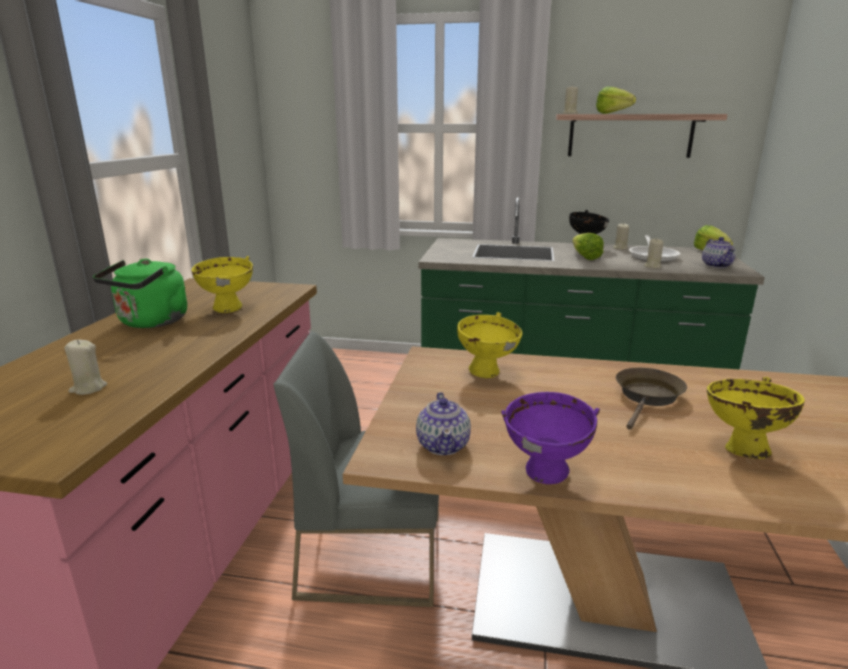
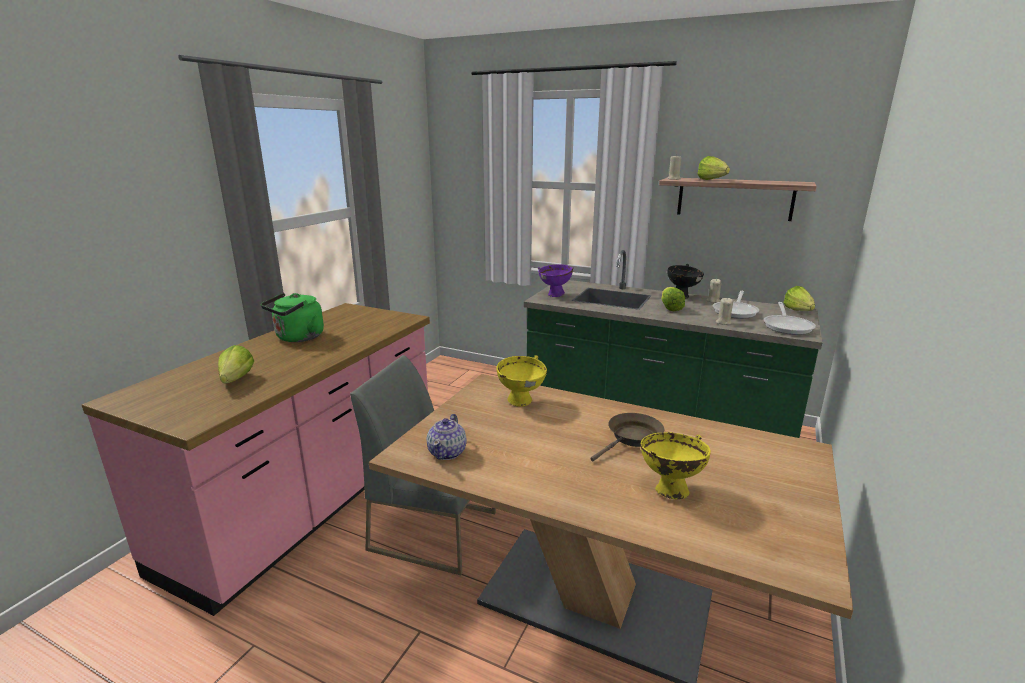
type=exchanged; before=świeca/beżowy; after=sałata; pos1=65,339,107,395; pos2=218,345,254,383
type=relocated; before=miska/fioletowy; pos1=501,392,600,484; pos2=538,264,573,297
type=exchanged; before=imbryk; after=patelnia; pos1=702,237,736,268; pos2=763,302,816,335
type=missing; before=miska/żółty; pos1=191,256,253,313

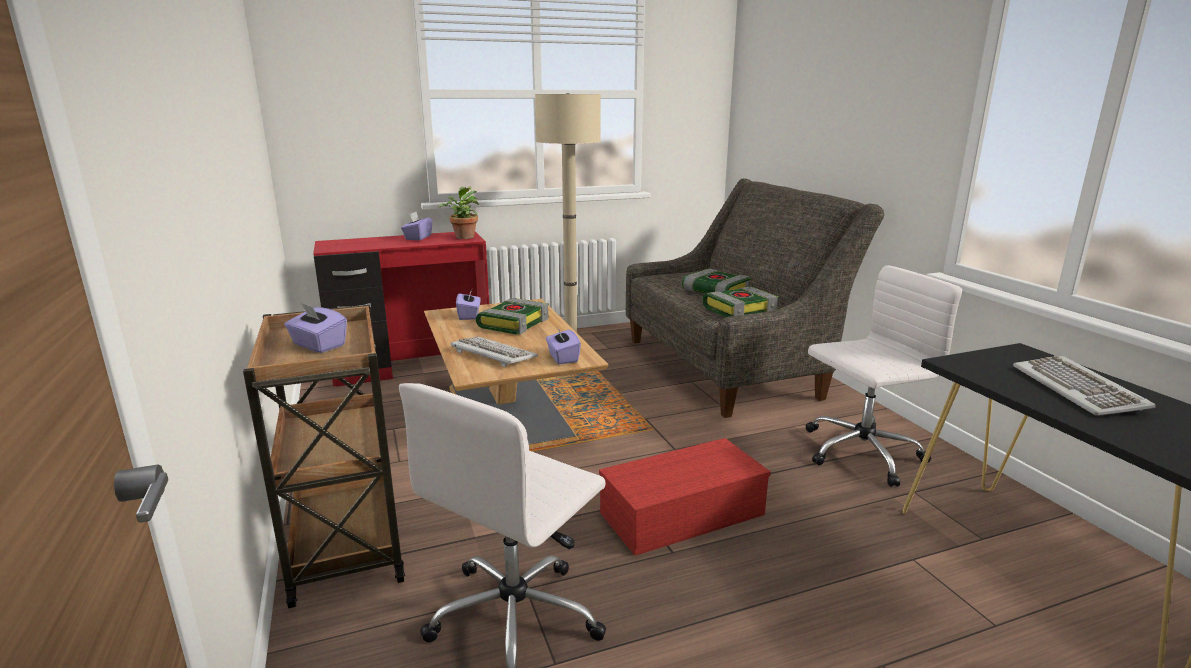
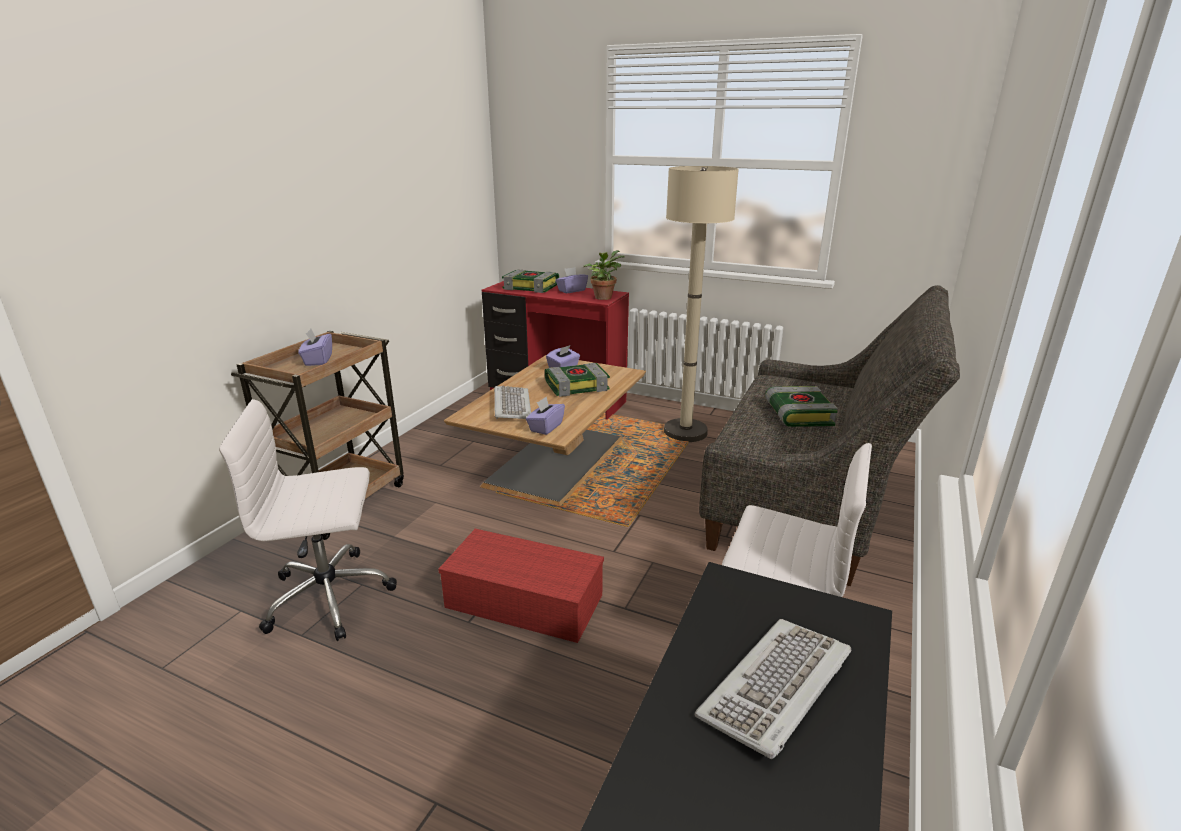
type=relocated; before=książka; pos1=703,287,779,317; pos2=502,269,559,293

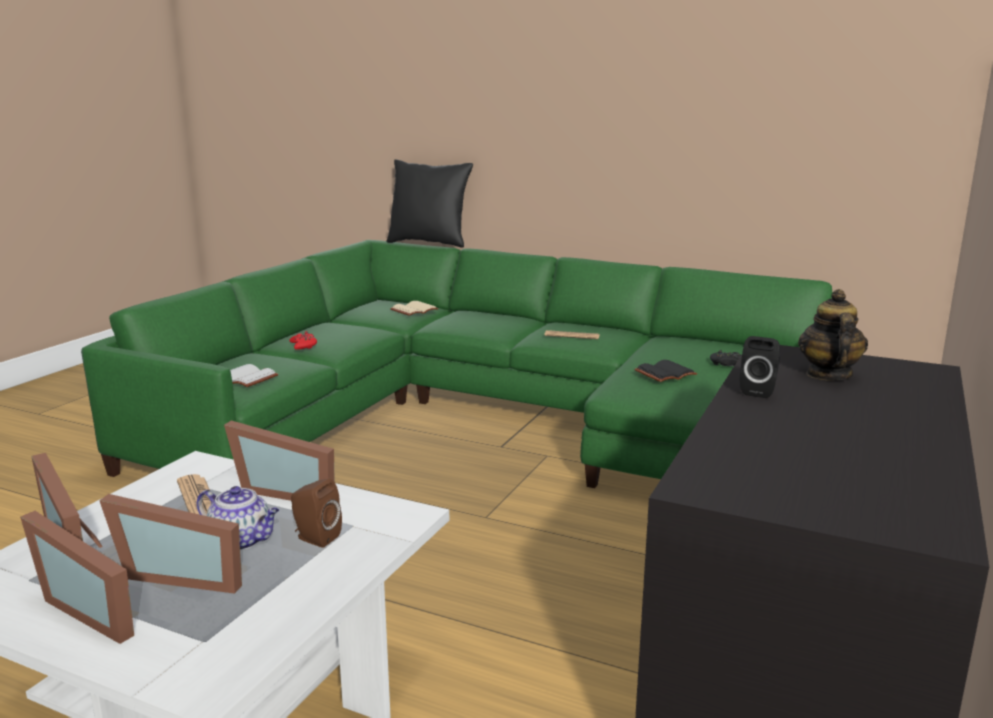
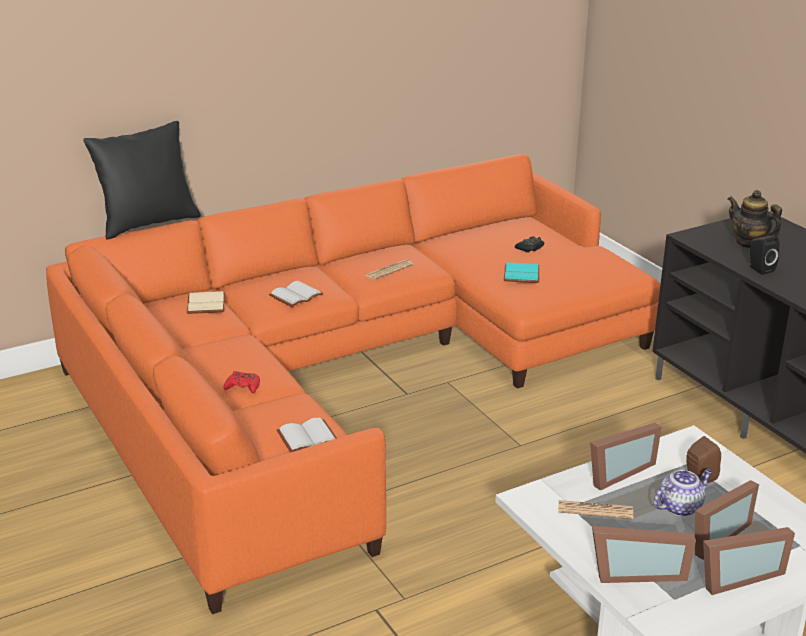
type=colour; before=kanapa/zielony; after=kanapa/pomarańczowy; pos1=81,240,832,488; pos2=46,154,661,614
type=appeared; after=książka/biały; pos2=269,281,323,307
type=colour; before=książka/czarny; after=książka/turkusowy; pos1=634,360,697,382; pos2=504,262,540,283

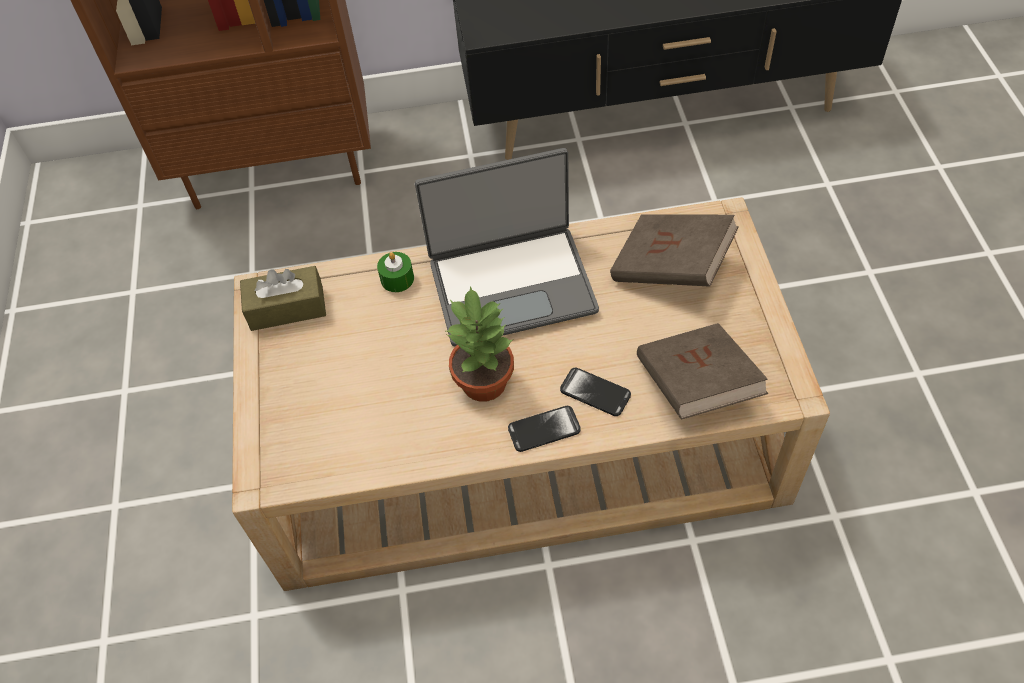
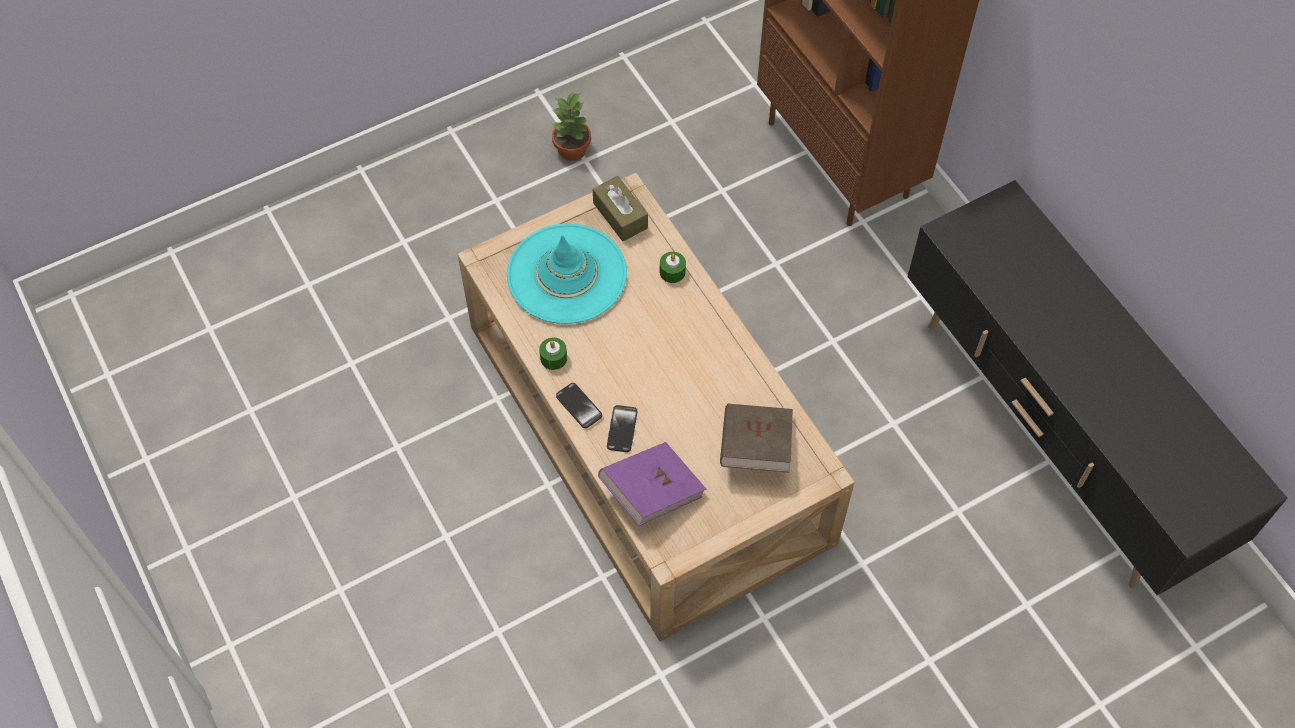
type=appeared; after=kapelusz/turkusowy; pos2=507,223,627,324
type=appeared; after=świeca/zielony; pos2=539,338,567,370
type=relocated; before=roślina doniczkowa; pos1=446,286,514,402; pos2=552,91,591,161
type=colour; before=książka/brązowy; after=książka/fioletowy; pos1=637,323,768,419; pos2=598,442,706,526
type=missing; before=laptop; pos1=415,148,599,346

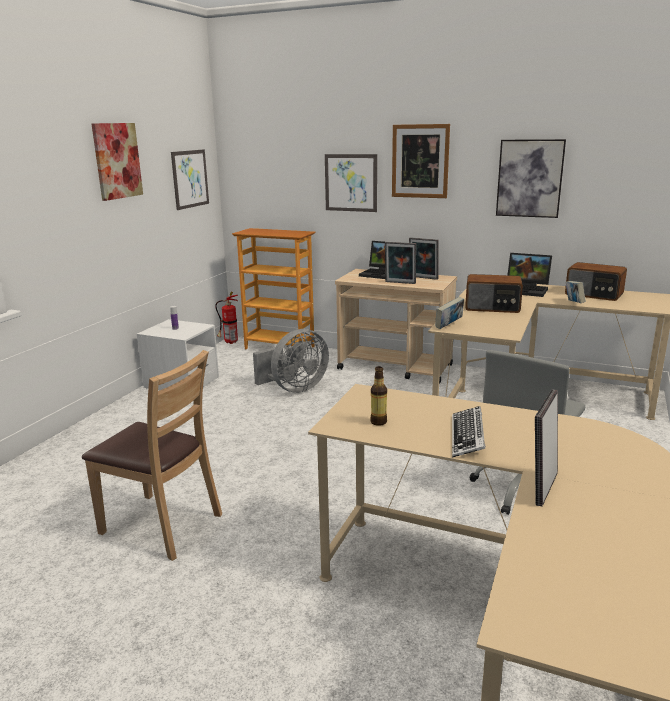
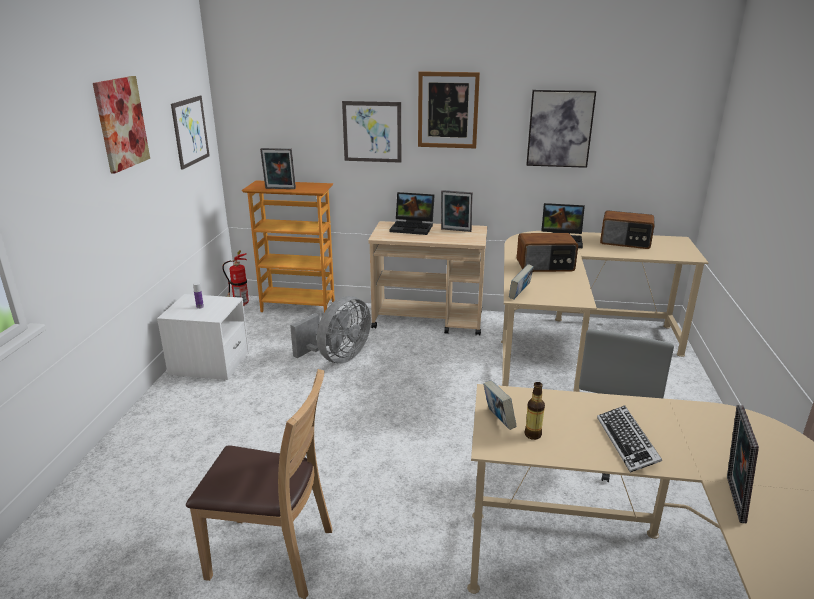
type=relocated; before=ramka na zdjęcie; pos1=385,242,416,284; pos2=260,148,296,189
type=relocated; before=książka; pos1=566,281,586,303; pos2=483,380,517,430

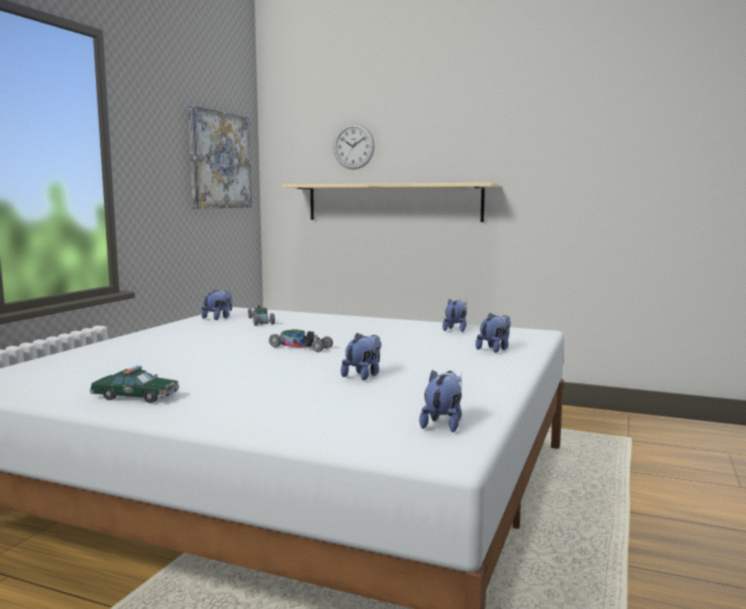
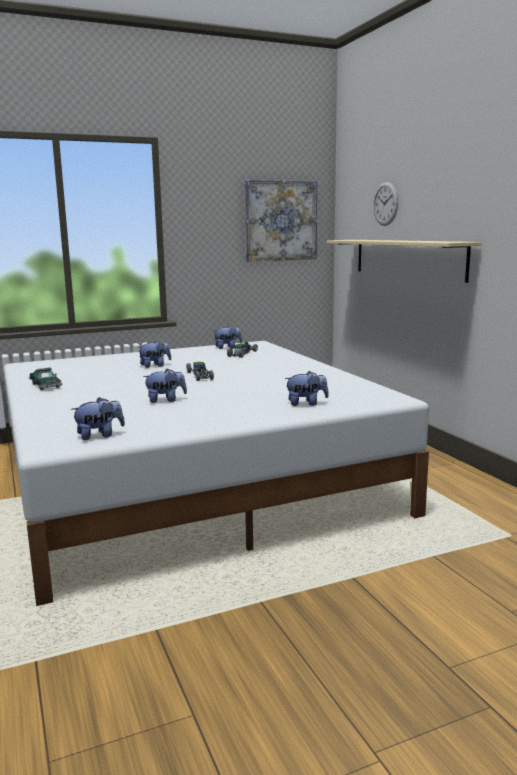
type=relocated; before=pluszak; pos1=442,298,467,332; pos2=138,341,171,368

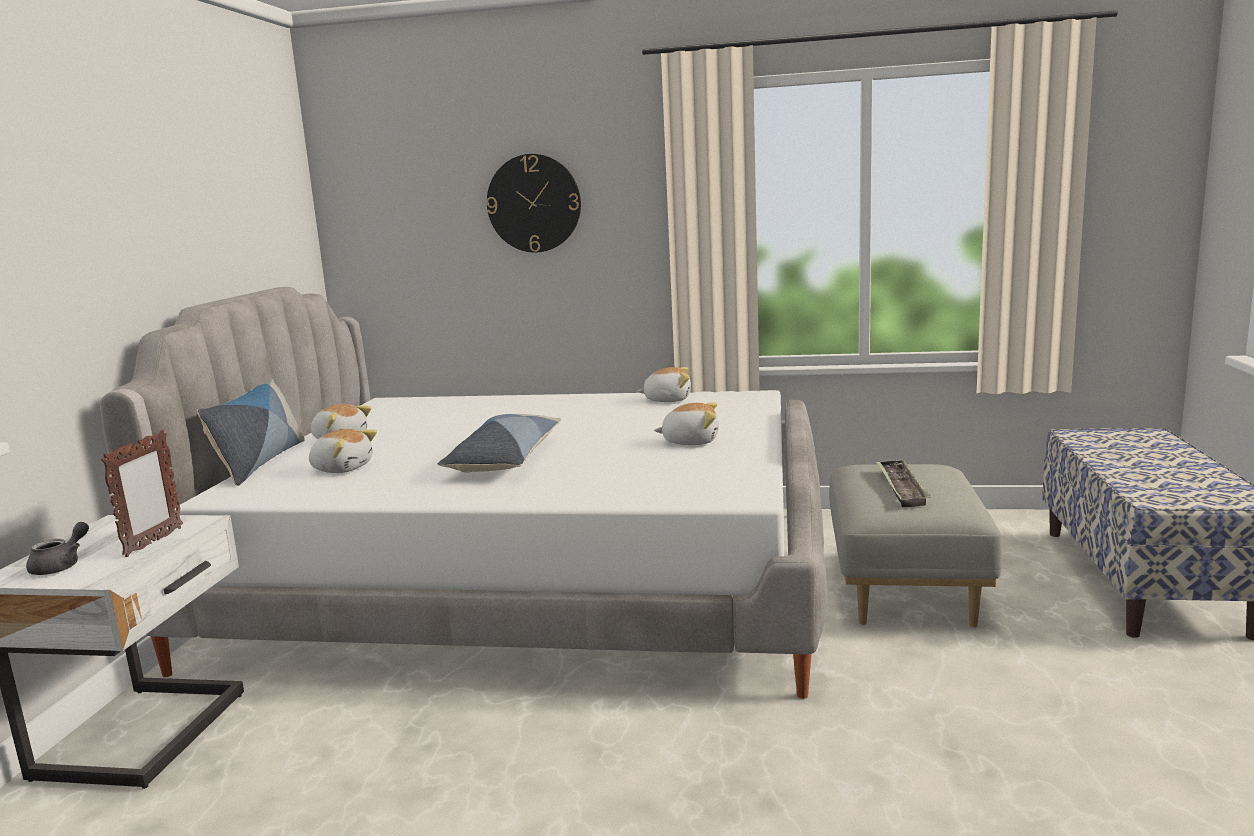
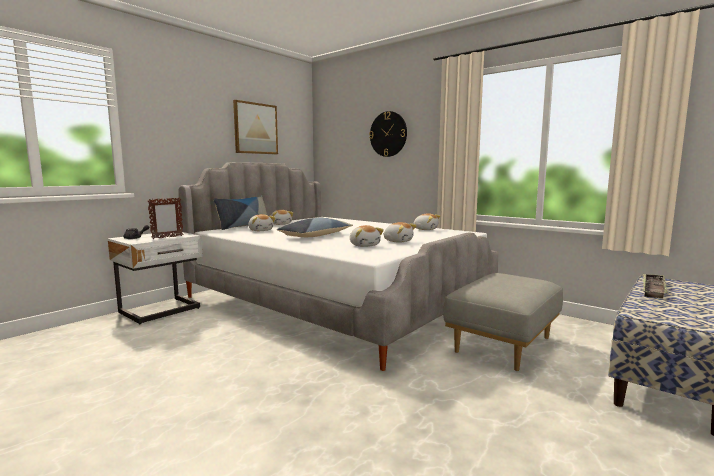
type=appeared; after=obraz; pos2=233,100,278,154
type=appeared; after=pluszak; pos2=350,225,384,247
type=relocated; before=taca; pos1=876,459,931,507; pos2=643,274,668,298

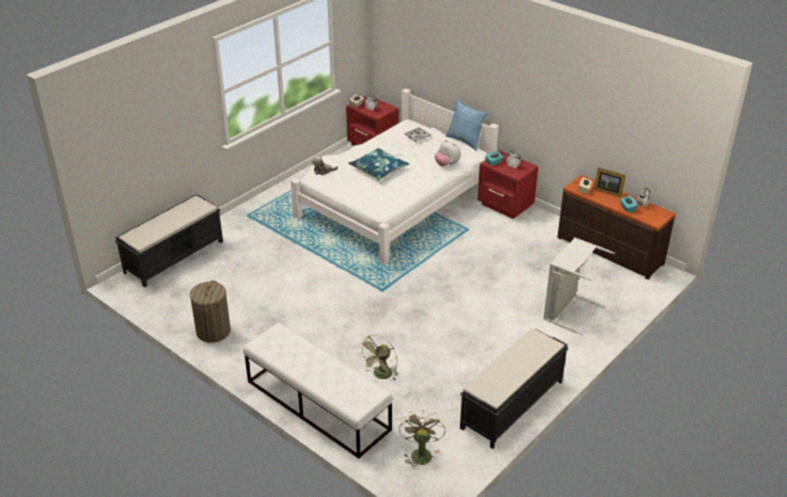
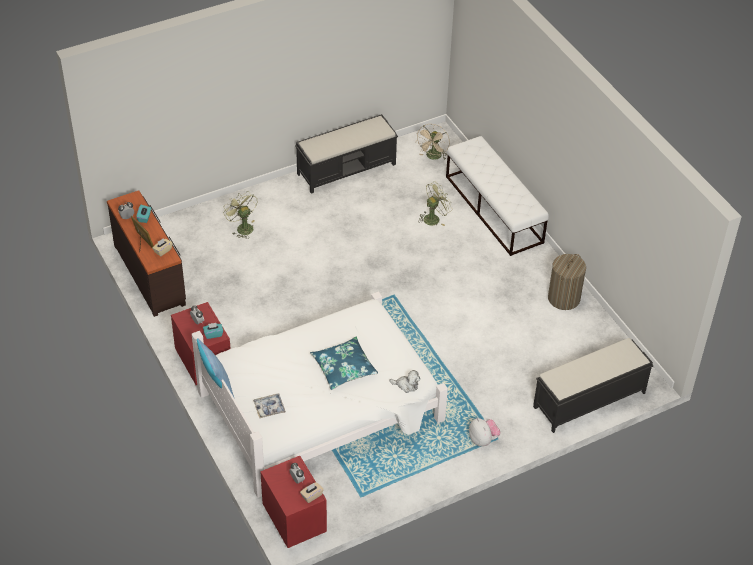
type=exchanged; before=kosz na pranie/szary; after=wentylator/zielony; pos1=543,237,615,335; pos2=223,192,258,239
type=relocated; before=pluszak; pos1=435,140,461,167; pos2=469,418,500,447

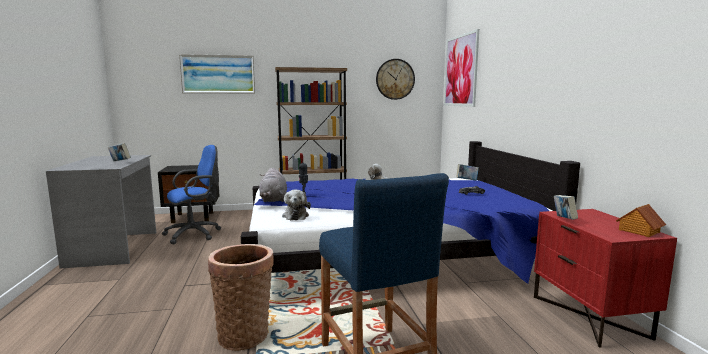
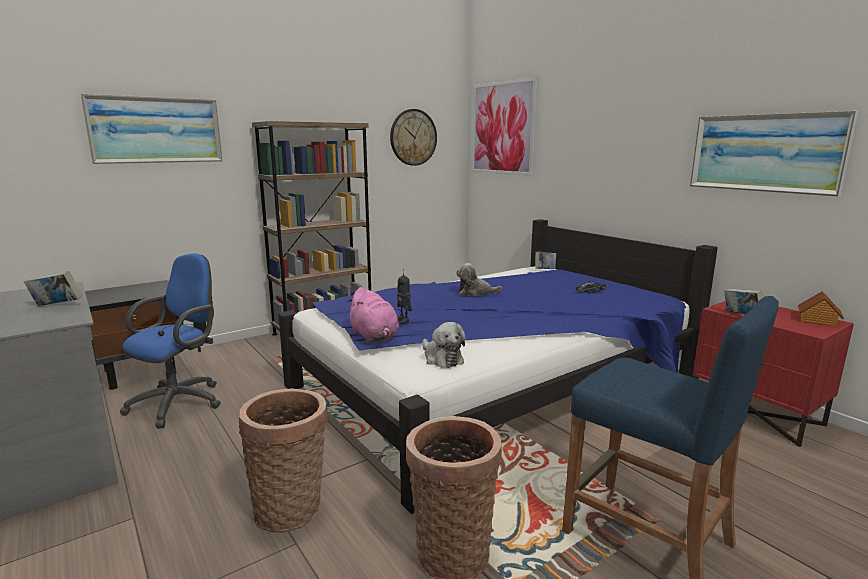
type=appeared; after=koszyk; pos2=239,389,328,533
type=colour; before=pluszak/szary; after=pluszak/różowy; pos1=259,168,287,202; pos2=347,287,399,343
type=appeared; after=obraz; pos2=690,111,858,196

